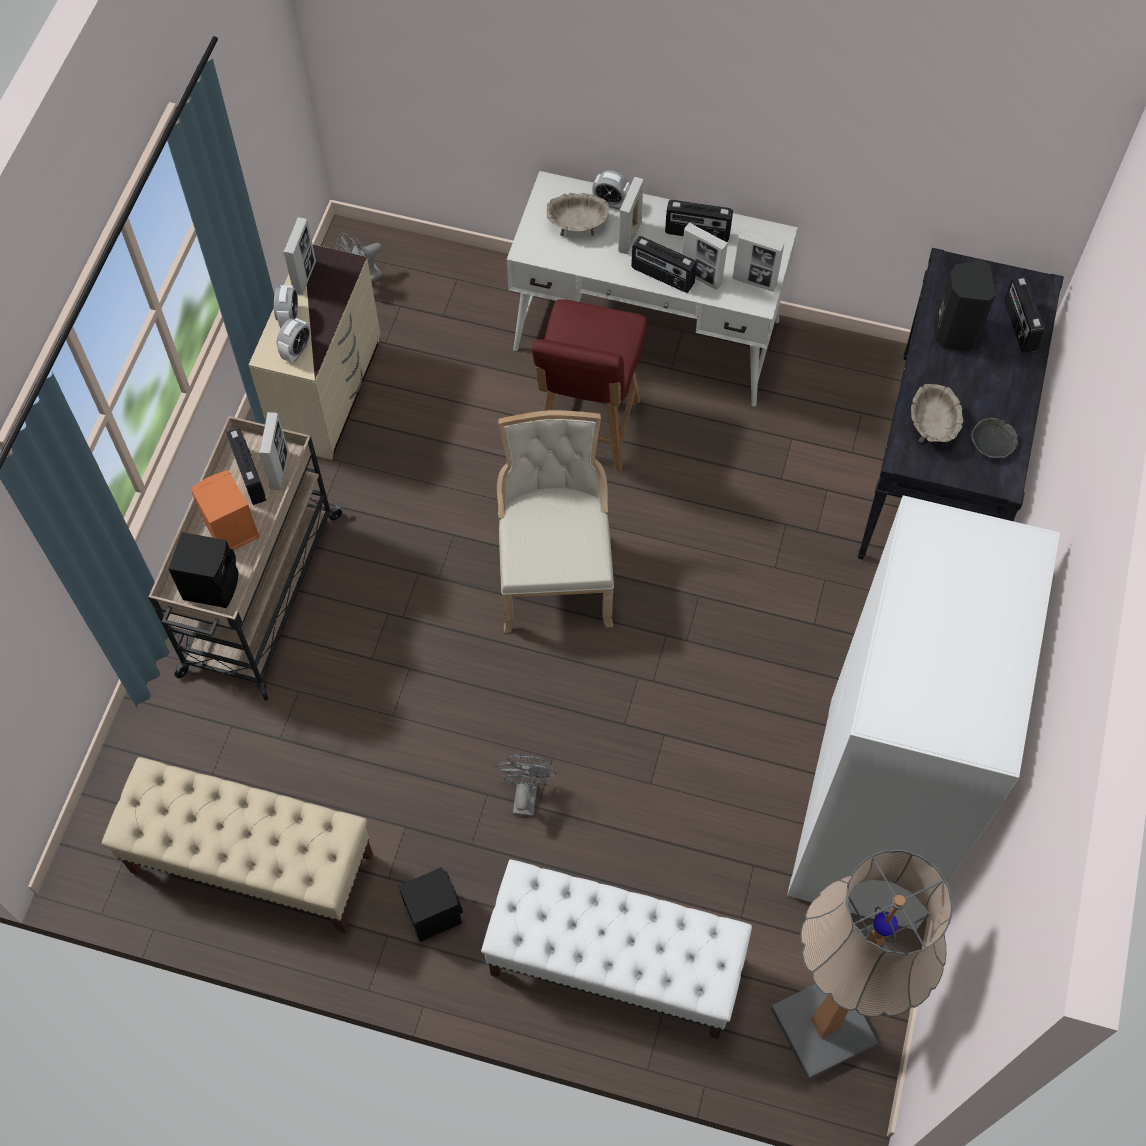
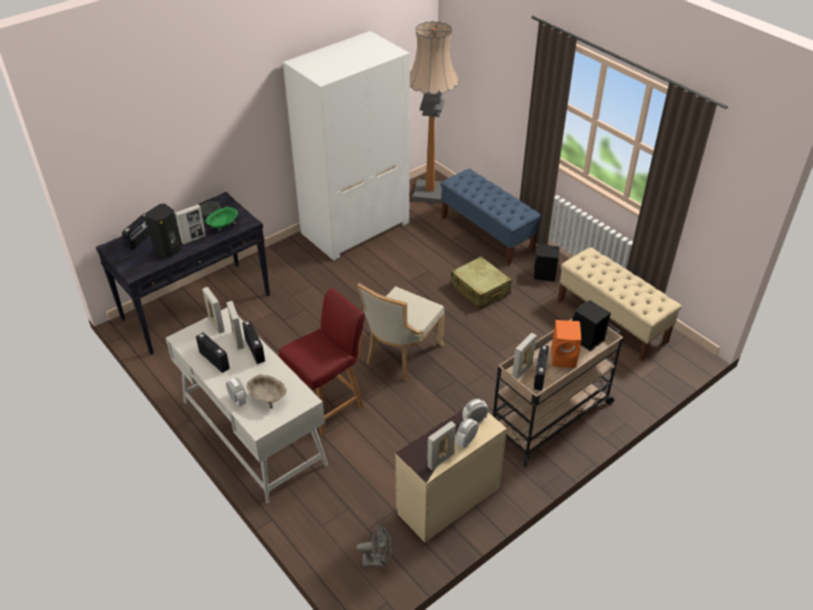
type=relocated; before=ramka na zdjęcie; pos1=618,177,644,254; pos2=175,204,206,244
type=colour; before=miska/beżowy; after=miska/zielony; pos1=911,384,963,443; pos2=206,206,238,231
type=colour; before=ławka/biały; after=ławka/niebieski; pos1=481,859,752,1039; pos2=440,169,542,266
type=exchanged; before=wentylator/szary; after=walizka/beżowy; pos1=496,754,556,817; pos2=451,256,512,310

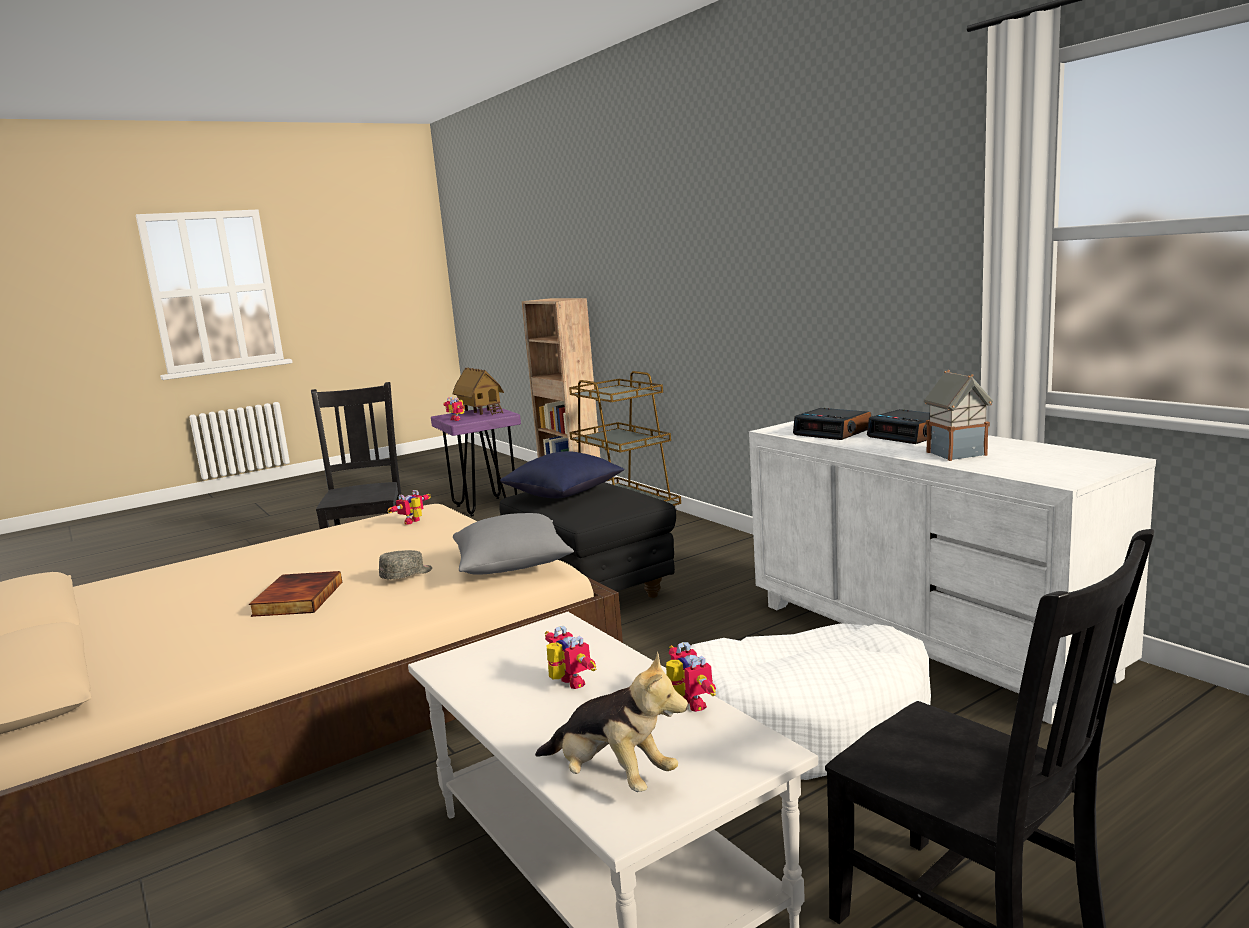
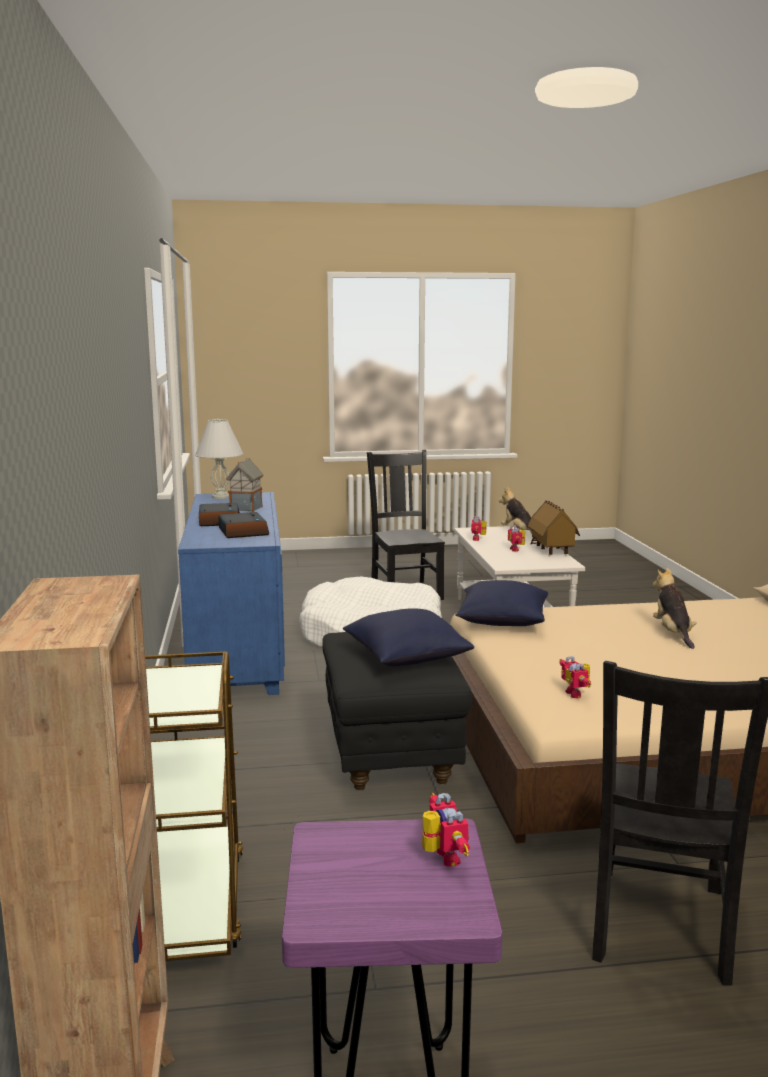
type=colour; before=komoda/biały; after=komoda/niebieski; pos1=749,421,1156,725; pos2=178,492,285,695
type=appeared; after=lampa stołowa/biały; pos2=195,419,243,499
type=colour; before=poduszka/szary; after=poduszka/niebieski; pos1=453,513,574,575; pos2=455,580,548,626
type=relocated; before=domek; pos1=452,367,504,415; pos2=527,500,580,555
type=spun; before=robot zabawkowy; pos1=387,490,431,525; pos2=560,656,591,698; turn=105
type=exchanged; before=książka; after=pluszak; pos1=249,571,342,617; pos2=653,568,697,649
type=missing; before=czapka z daszkiem/szary; pos1=379,550,432,579

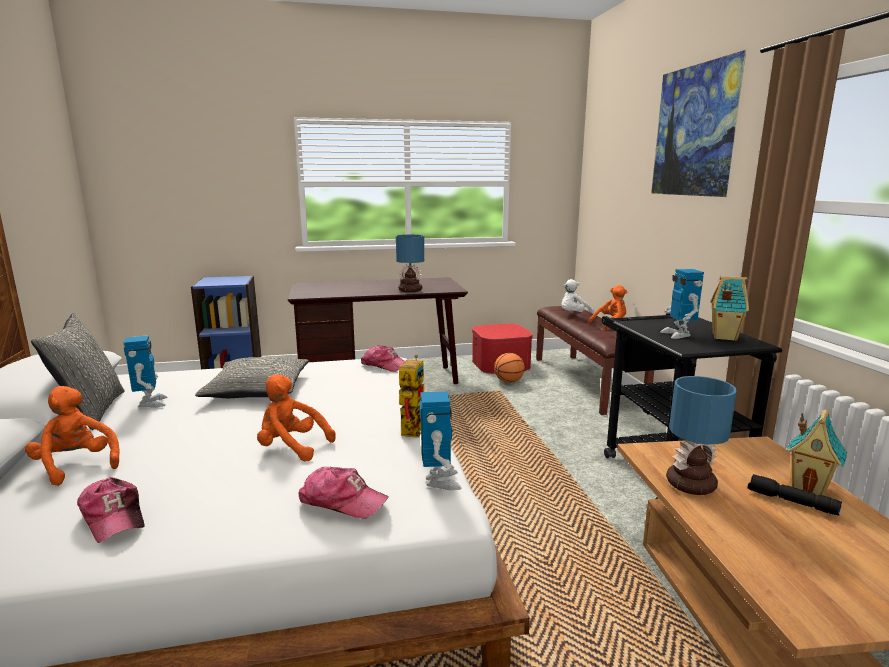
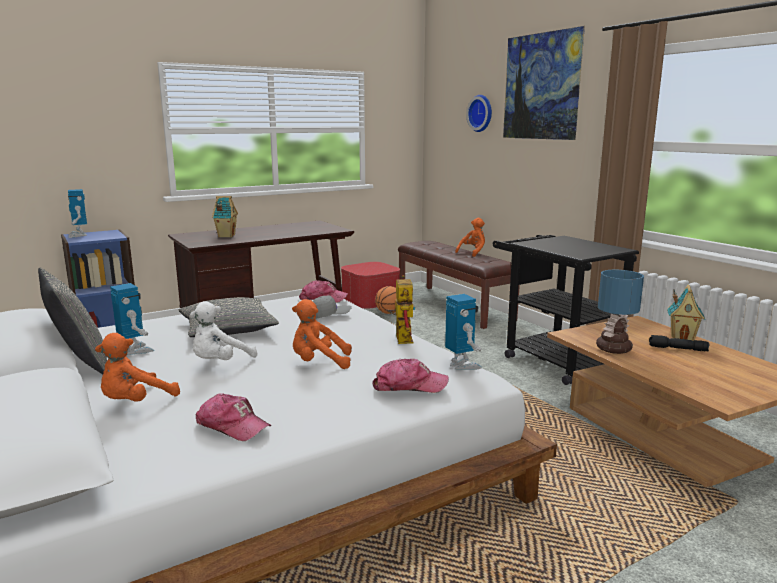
type=relocated; before=robot zabawkowy; pos1=660,269,704,339; pos2=68,189,87,238
type=spun; before=pluszak/pomarańczowy; pos1=25,386,120,486; pos2=95,333,180,402; turn=-75
type=relocated; before=pluszak/biały; pos1=562,279,595,314; pos2=190,301,257,360
type=relocated; before=domek; pos1=711,276,749,341; pos2=212,196,238,238
type=appeared; after=czapka z daszkiem/szary; pos2=312,295,352,318
type=appeared; after=zegar ścienny; pos2=466,95,492,132
type=missing; before=lampa stołowa; pos1=396,234,424,292

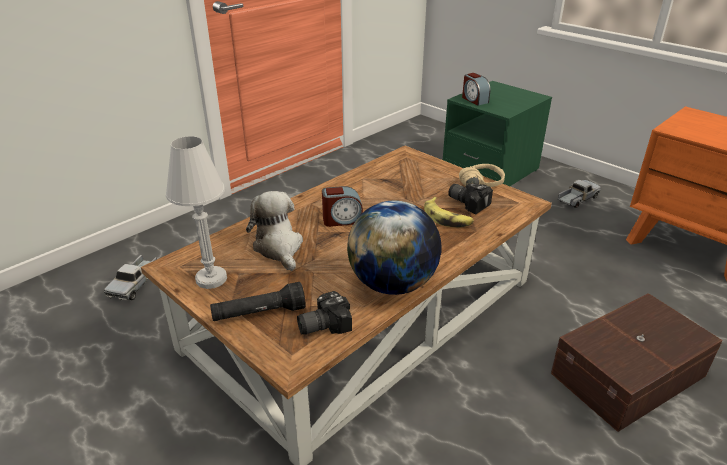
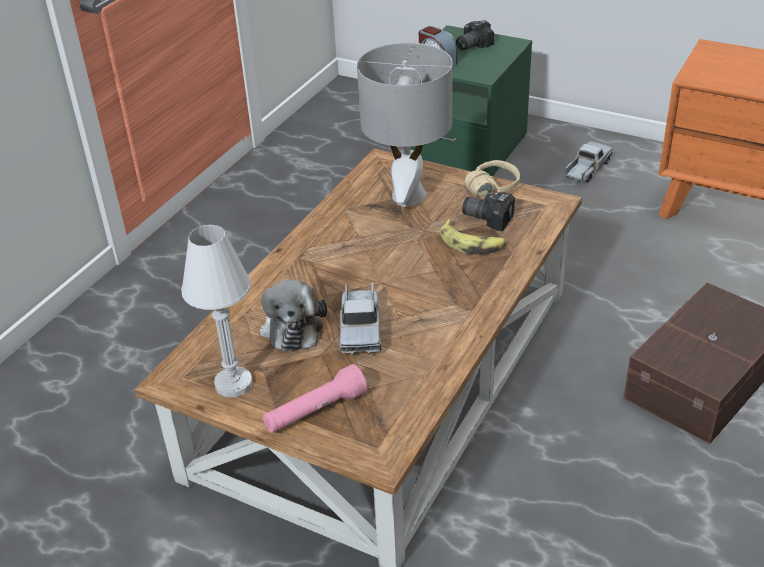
type=spun; before=pluszak; pos1=246,191,303,271; pos2=260,279,327,352; turn=-150
type=colour; before=latarka/czarny; after=latarka/różowy; pos1=210,282,306,321; pos2=263,364,367,433
type=relocated; before=ciężarówka zabawkowa; pos1=104,255,157,300; pos2=340,282,381,355
type=appeared; after=lampa stołowa/szary; pos2=357,43,453,207
type=relocated; before=aparat fotograficzny; pos1=297,291,352,335; pos2=456,20,494,50
type=missing; before=budzik; pos1=322,186,363,227
type=missing; before=globus; pos1=347,200,442,295

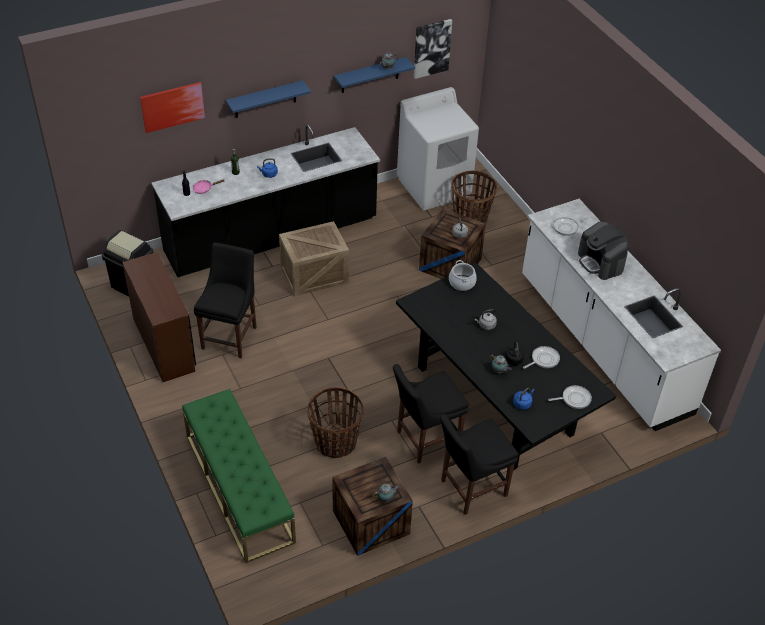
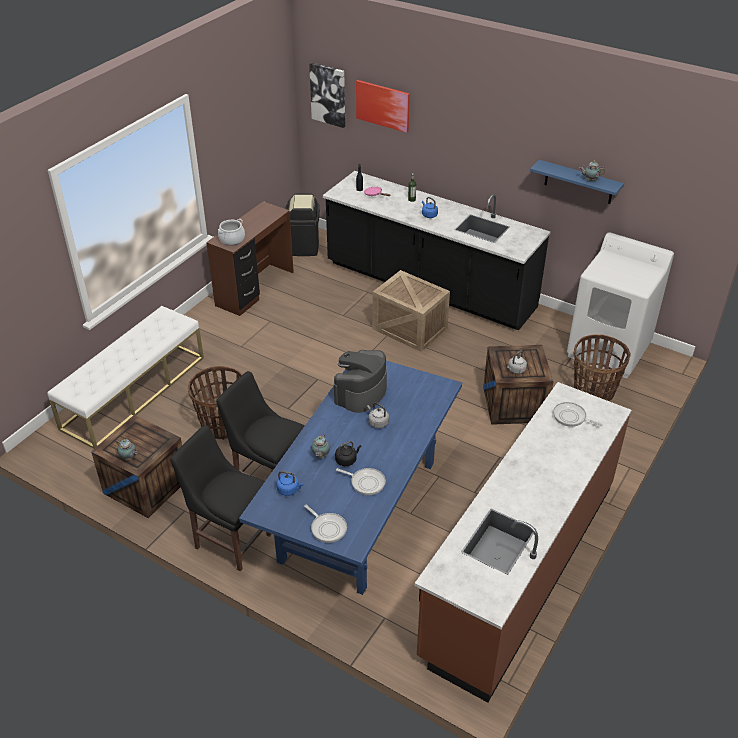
type=colour; before=ławka/zielony; after=ławka/biały; pos1=182,389,296,563; pos2=47,306,204,449
type=relocated; before=garnek; pos1=449,260,477,291; pos2=218,219,245,245
type=colour; before=stół jadalny/czarny; after=stół jadalny/niebieski; pos1=396,263,616,470; pos2=239,361,462,595
type=relocated; before=obraz; pos1=414,19,452,79; pos2=309,62,345,128
type=relocated; before=ekspres do kawy; pos1=578,221,629,280; pos2=334,350,387,413
type=colour; before=zabudowa kuchenna/biały; after=zabudowa kuchenna/brązowy; pos1=522,199,721,431; pos2=415,382,631,703
type=missing; before=krzesło/czarny; pos1=194,242,257,358
type=missing; before=półka/niebieski; pos1=226,80,311,118

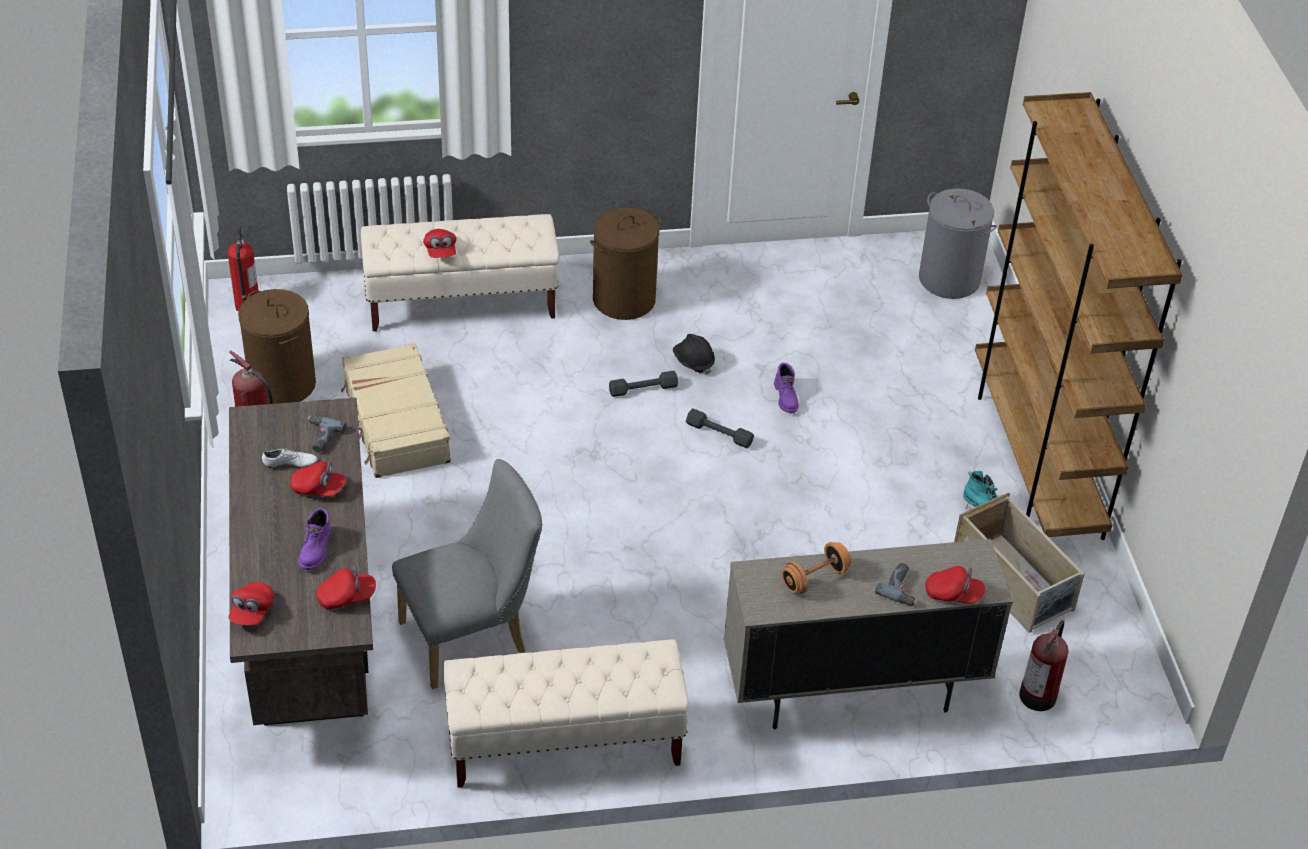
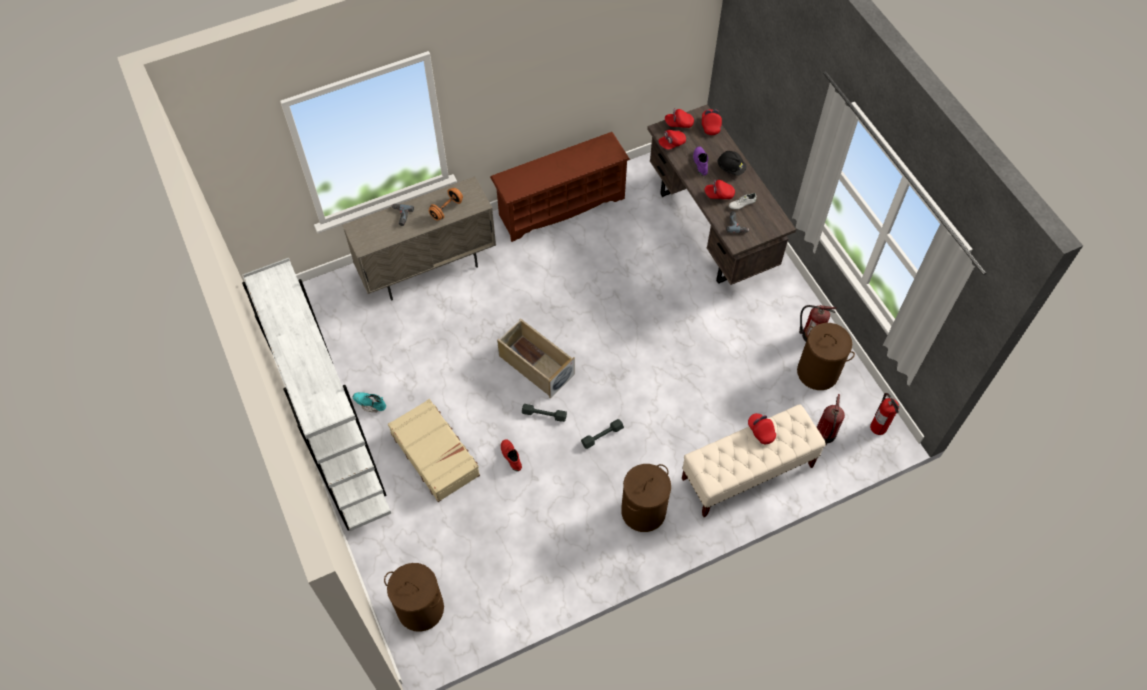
type=colour; before=regał/brązowy; after=regał/biały; pos1=975,92,1182,540; pos2=242,258,391,531
type=colour; before=kosz na pranie/szary; after=kosz na pranie/brązowy; pos1=919,188,997,299; pos2=384,563,444,632
type=relocated; before=walizka/beżowy; pos1=341,343,451,478; pos2=388,399,480,502
type=exchanged; before=ławka/beżowy; after=regał na buty/brązowy; pos1=443,639,689,788; pos2=490,132,630,242
type=relocated; before=pojemnik do przechowywania/beżowy; pos1=954,492,1085,633; pos2=497,318,575,399
type=colour; before=but z cholewką/fioletowy; after=but z cholewką/czerwony; pos1=774,363,799,413; pos2=501,439,522,471
type=relocated; before=czapka z daszkiem/czerwony; pos1=925,566,986,604; pos2=665,108,694,128
type=relocated; before=kask/czarny; pos1=673,334,715,375; pos2=718,151,747,175
type=relocated; before=gaśnica; pos1=1019,620,1069,711; pos2=816,394,845,446
type=missing; before=krzesło/szary; pos1=392,459,543,689

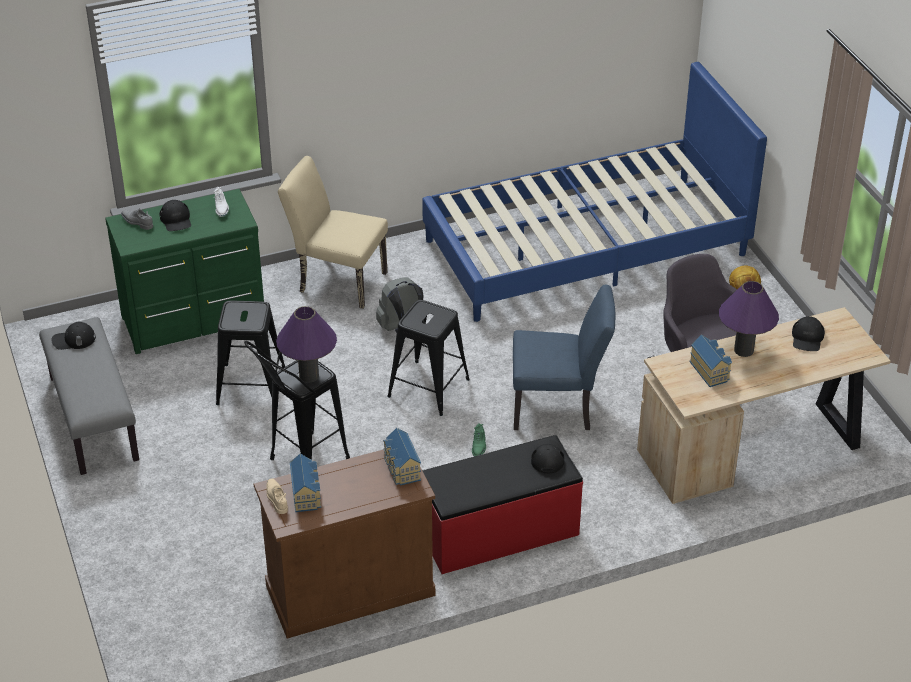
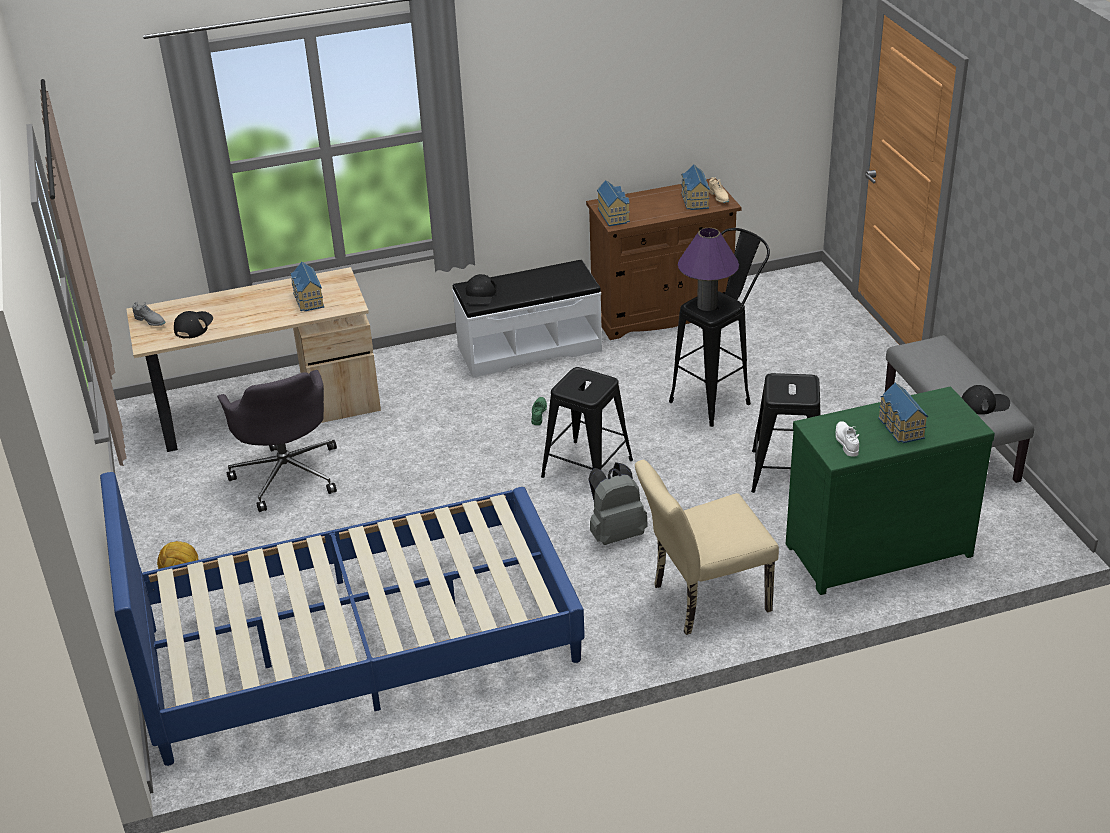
type=relocated; before=but/szary; pos1=121,208,153,230; pos2=132,302,165,326
type=colour; before=ławka/czerwony; after=ławka/biały; pos1=422,435,583,574; pos2=452,260,602,377
type=spun; before=krzesło/beżowy; pos1=278,156,388,309; pos2=635,460,779,635; turn=135
type=exchanged; before=czapka z daszkiem/czarny; after=domek; pos1=160,200,191,231; pos2=878,382,928,443
type=missing; before=krzesło/niebieski; pos1=513,285,615,430
type=missing; before=lampa stołowa/fioletowy; pos1=719,281,779,357

